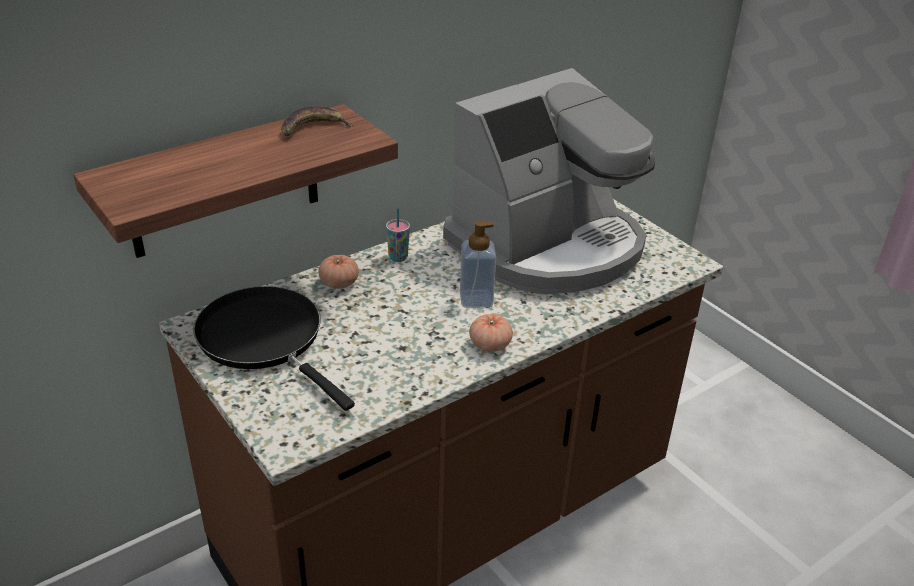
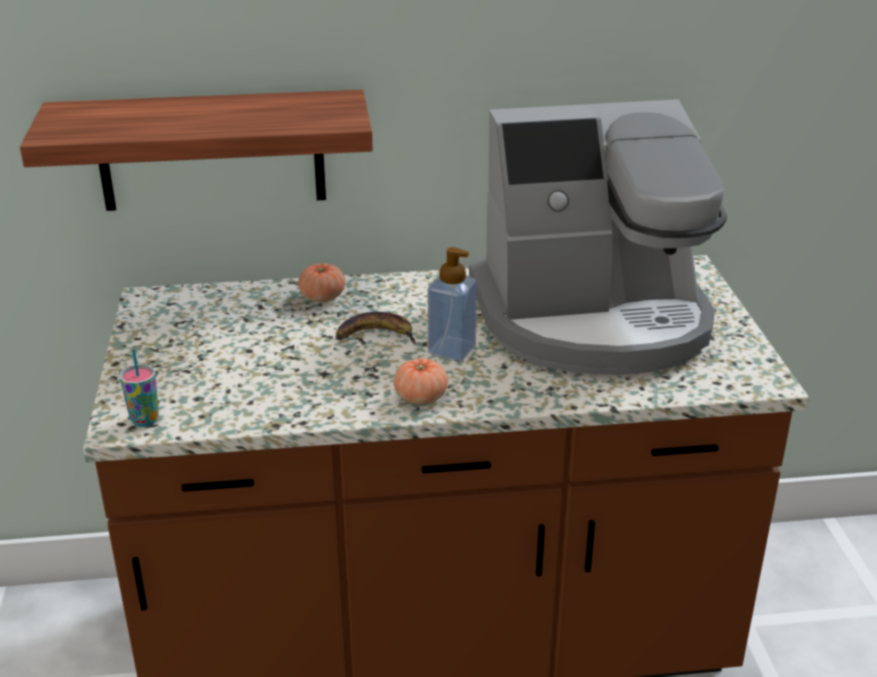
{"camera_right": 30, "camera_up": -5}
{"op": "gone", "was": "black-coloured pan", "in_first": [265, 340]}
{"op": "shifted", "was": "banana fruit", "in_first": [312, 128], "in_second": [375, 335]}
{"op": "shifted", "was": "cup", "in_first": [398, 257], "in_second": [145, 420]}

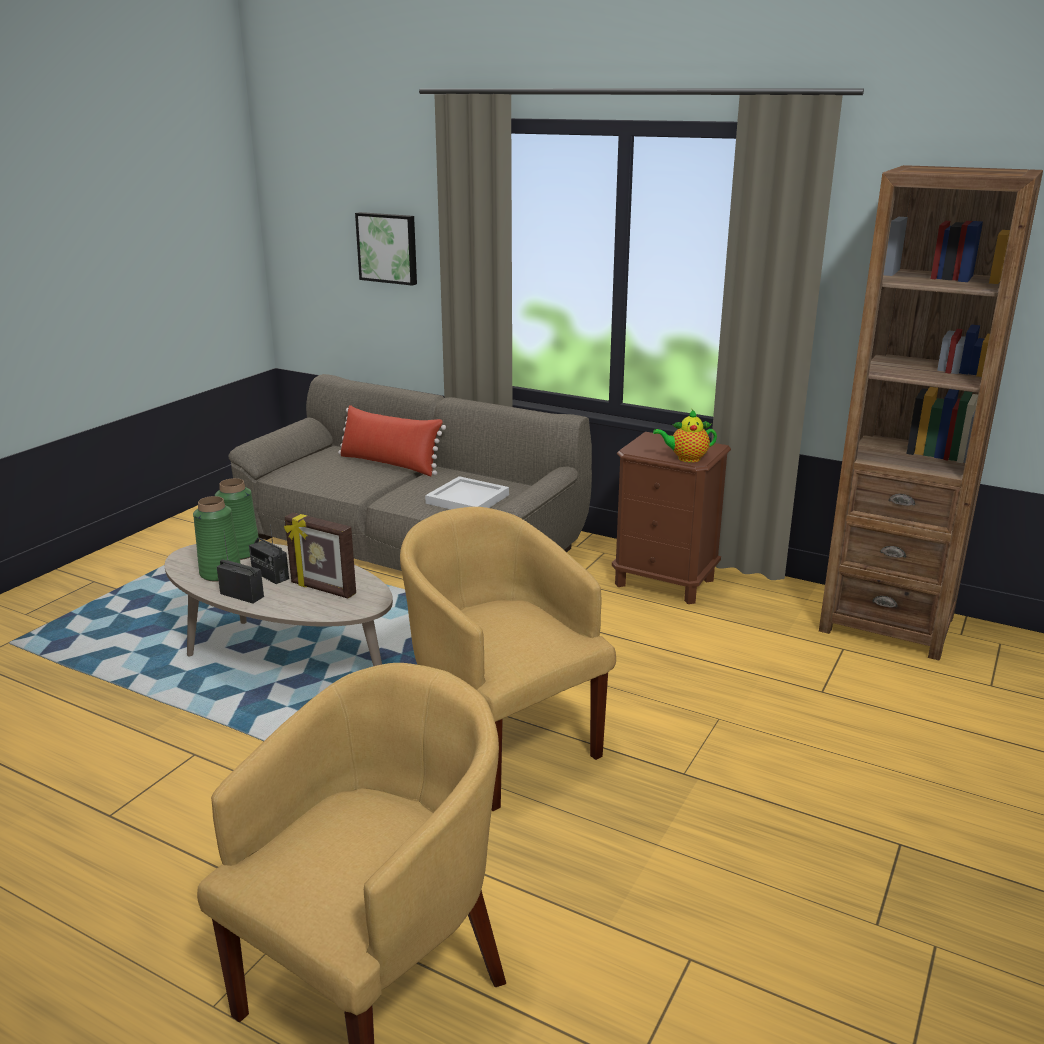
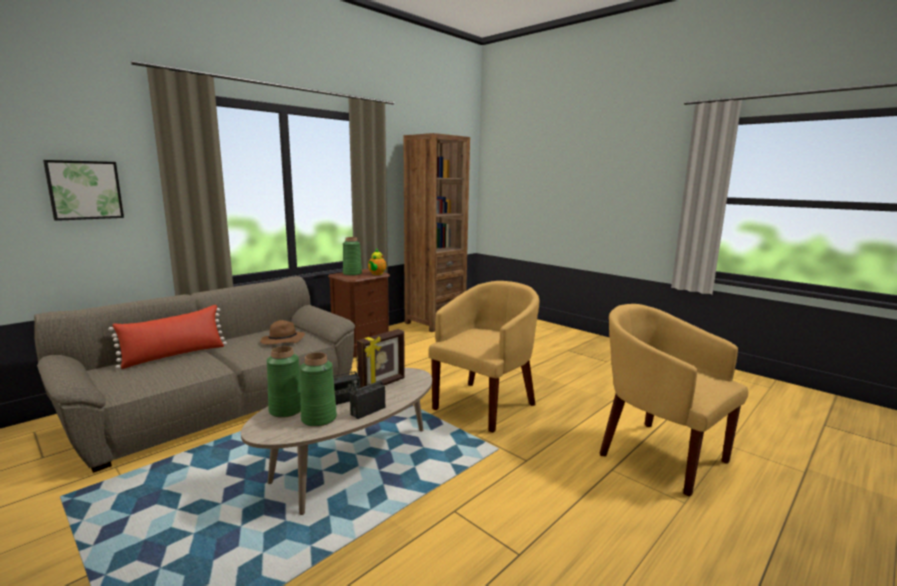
{"camera_right": -75, "camera_up": -10}
{"op": "rotated", "was": "yellow-coloured easy chair", "in_first": [501, 743], "in_second": [485, 404], "clockwise": 150}
{"op": "swapped", "was": "white tray", "now": "brown hat", "in_first": [466, 499], "in_second": [282, 341]}
{"op": "new", "now": "greenish vase", "in_second": [352, 274]}

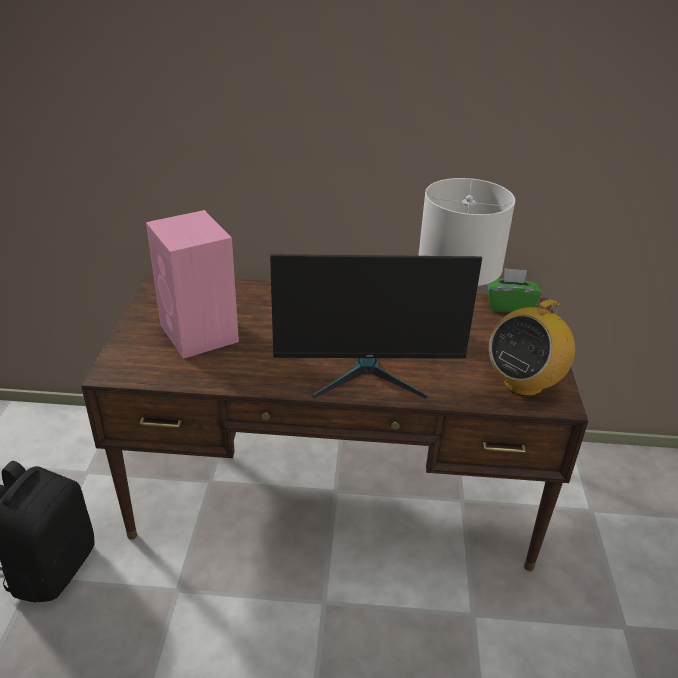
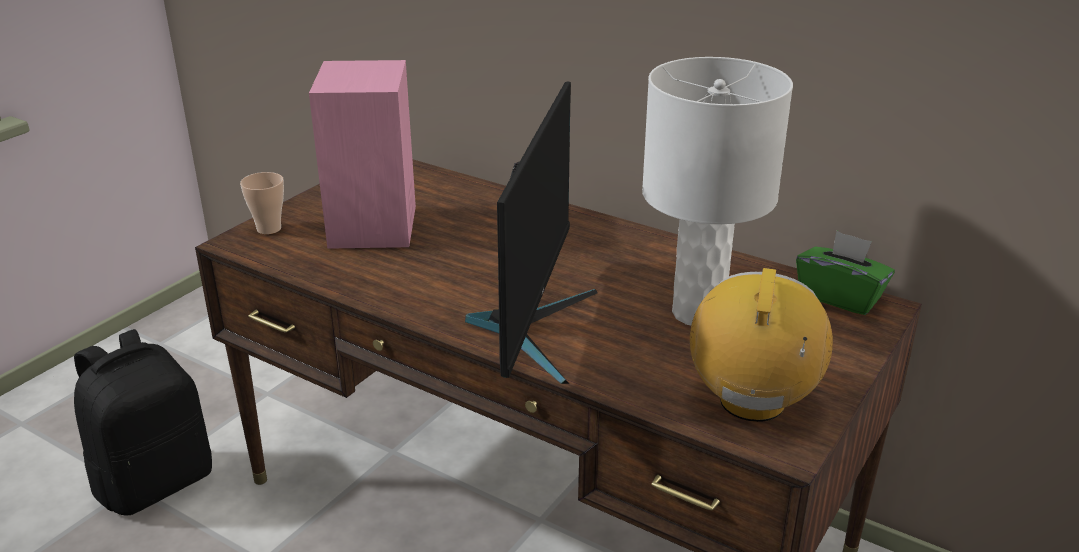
{"camera_right": 30, "camera_up": -5}
{"op": "rotated", "was": "computer display", "in_first": [368, 375], "in_second": [531, 328], "clockwise": -105}
{"op": "rotated", "was": "radio set", "in_first": [523, 383], "in_second": [752, 402], "clockwise": 120}
{"op": "new", "now": "cup", "in_second": [269, 229]}

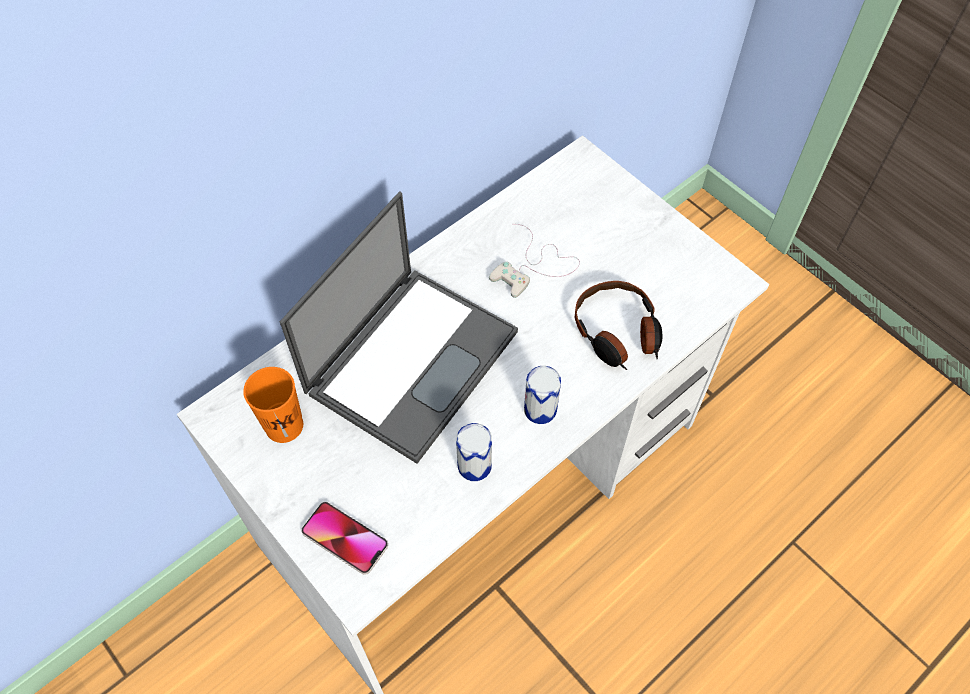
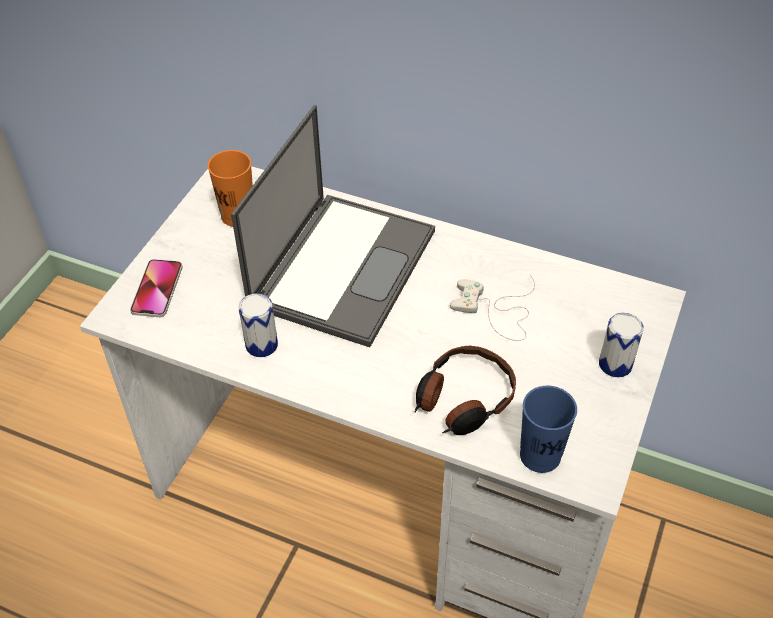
{"camera_right": 65, "camera_up": -10}
{"op": "rotated", "was": "portable computer", "in_first": [413, 359], "in_second": [343, 266], "clockwise": -75}
{"op": "shifted", "was": "metal can", "in_first": [540, 409], "in_second": [615, 364]}
{"op": "new", "now": "blue cup", "in_second": [540, 455]}

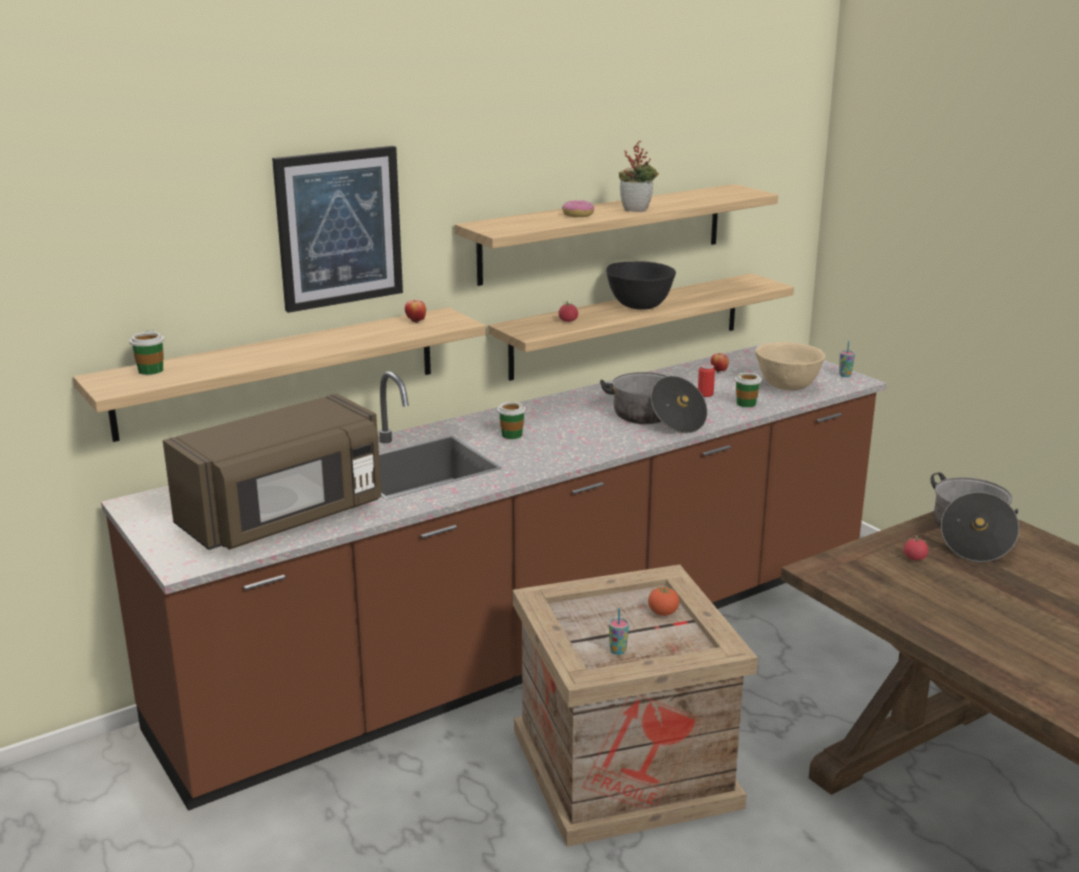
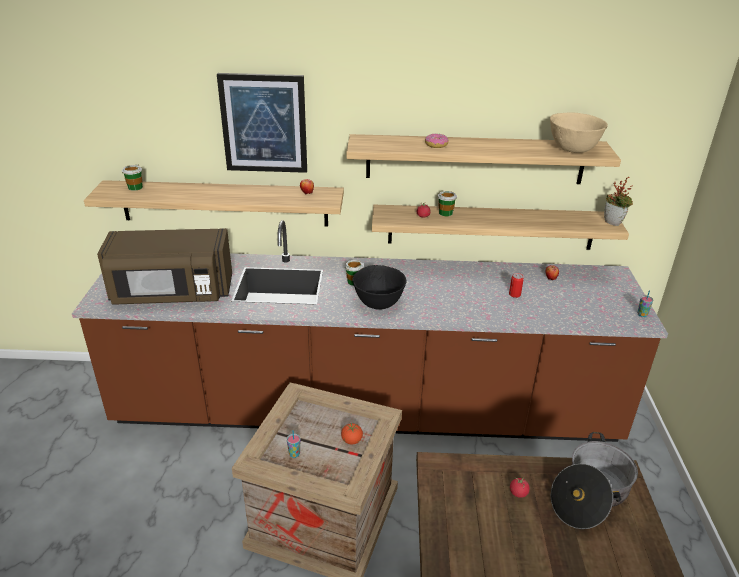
{"camera_right": 35, "camera_up": 10}
{"op": "gone", "was": "stockpot", "in_first": [655, 419]}
{"op": "shifted", "was": "black-coloured deep dish", "in_first": [639, 306], "in_second": [378, 302]}
{"op": "shifted", "was": "houseplant", "in_first": [637, 210], "in_second": [614, 223]}
{"op": "shifted", "was": "cup", "in_first": [746, 403], "in_second": [445, 213]}
{"op": "shifted", "was": "beige-coloured deep dish", "in_first": [786, 386], "in_second": [572, 149]}

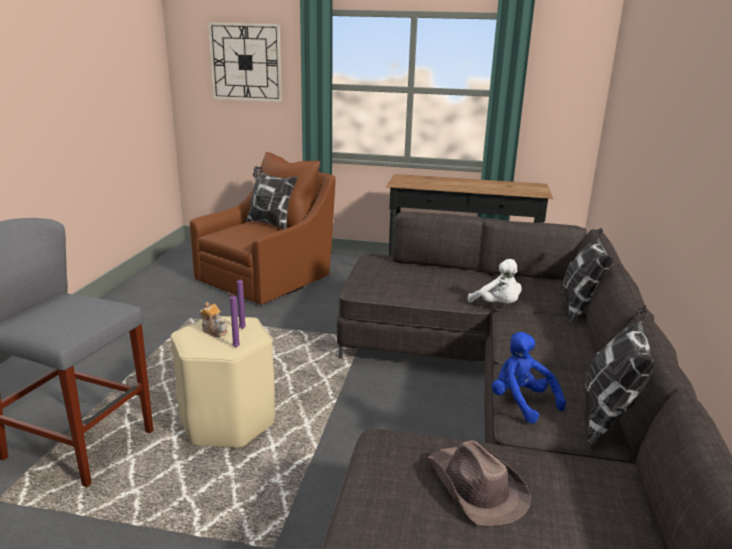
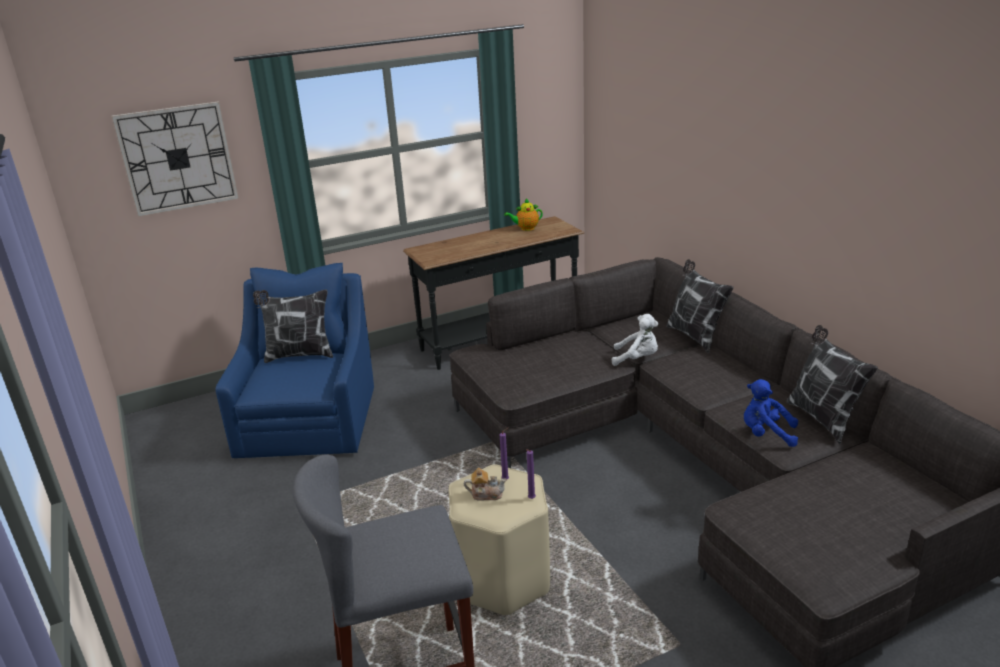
{"camera_right": -35, "camera_up": 5}
{"op": "repainted", "was": "brown easy chair", "now": "blue easy chair", "in_first": [268, 278], "in_second": [310, 419]}
{"op": "gone", "was": "brown hat", "in_first": [475, 487]}
{"op": "new", "now": "tea pot", "in_second": [525, 228]}

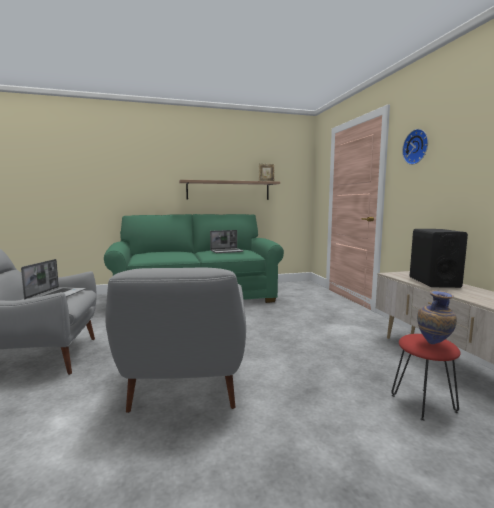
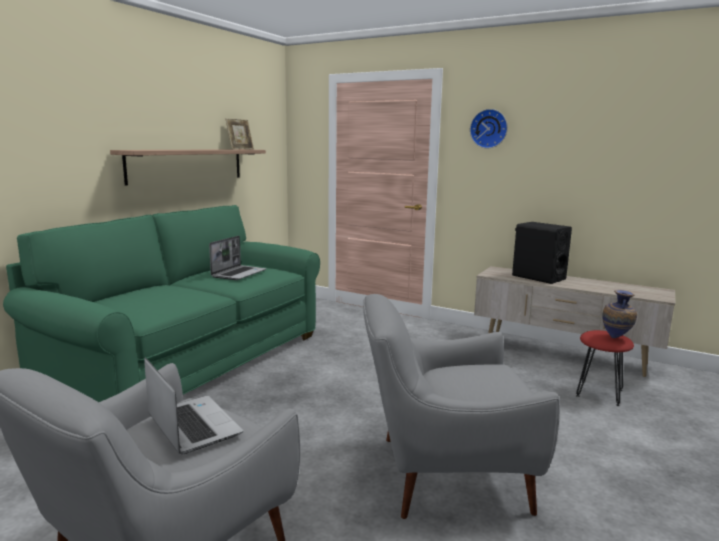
{"camera_right": -45, "camera_up": 5}
{"op": "rotated", "was": "gray easy chair", "in_first": [186, 387], "in_second": [443, 474], "clockwise": 135}

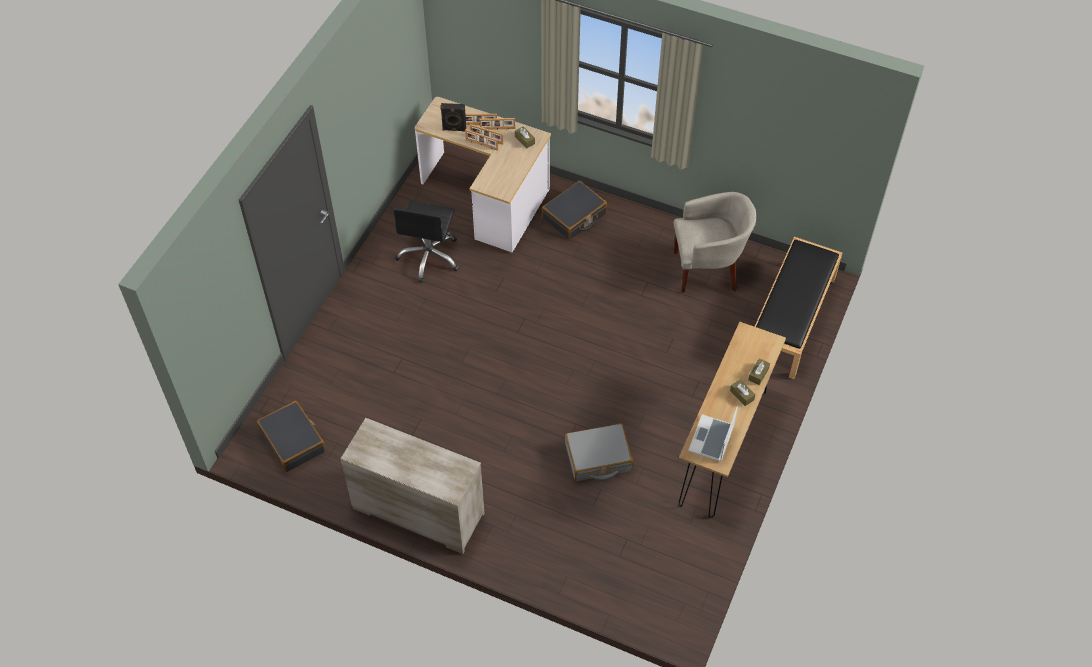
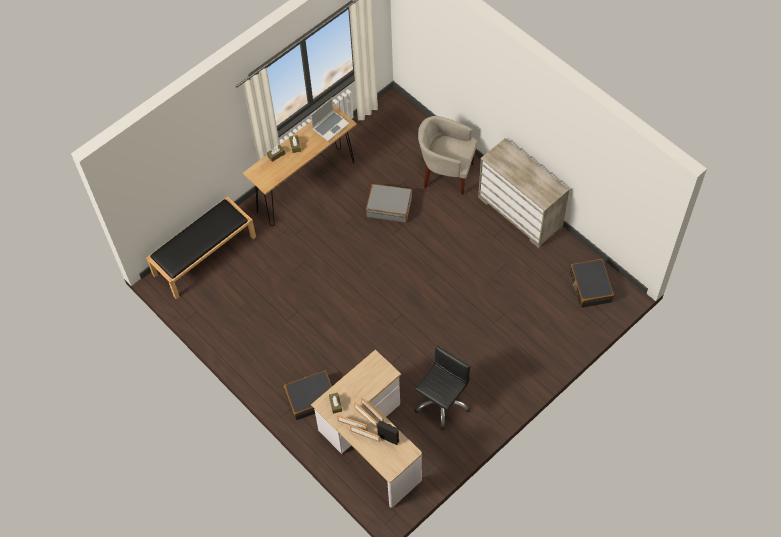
{"camera_right": -155, "camera_up": 5}
{"op": "shifted", "was": "beige-coloured easy chair", "in_first": [708, 269], "in_second": [446, 173]}

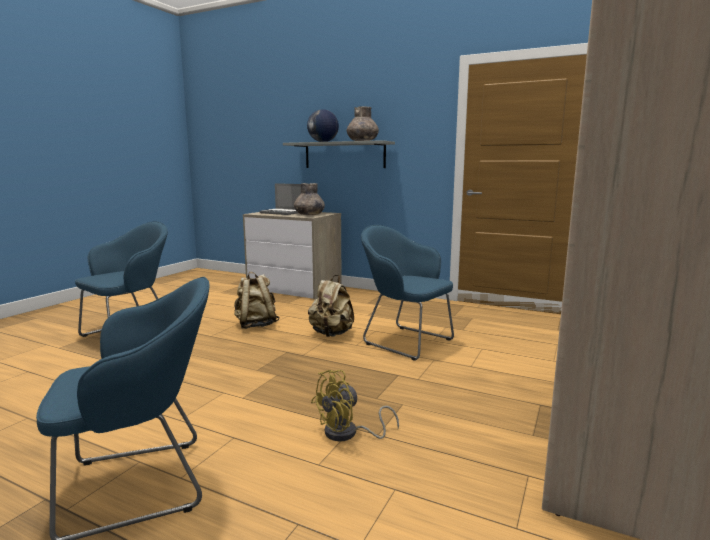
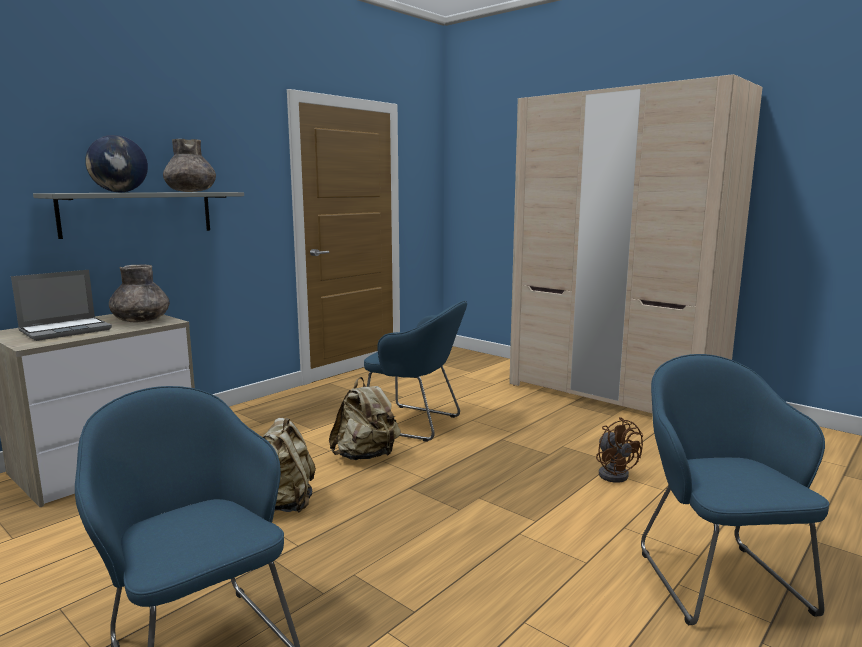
{"camera_right": -75, "camera_up": 0}
{"op": "repainted", "was": "yellow-coloured fan", "now": "brown fan", "in_first": [348, 434], "in_second": [614, 473]}
{"op": "rotated", "was": "blue easy chair", "in_first": [404, 341], "in_second": [416, 424], "clockwise": -120}

